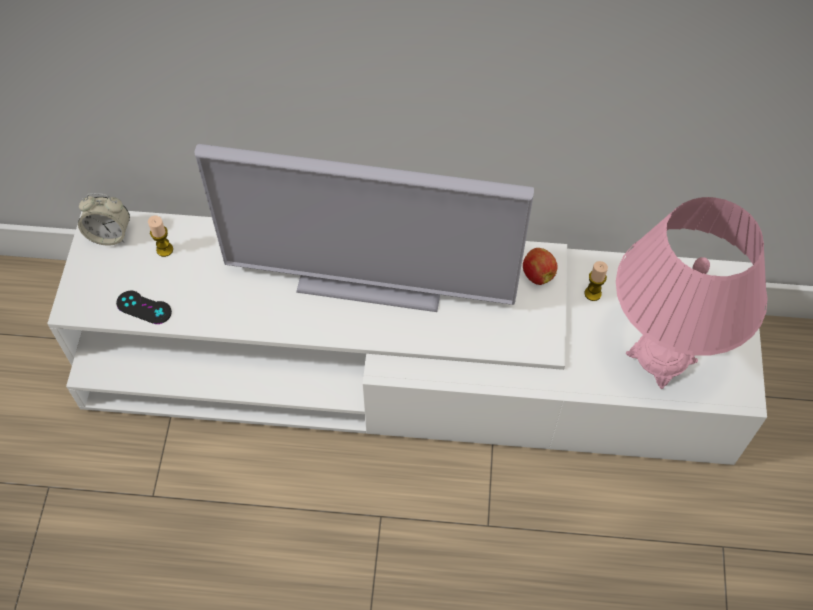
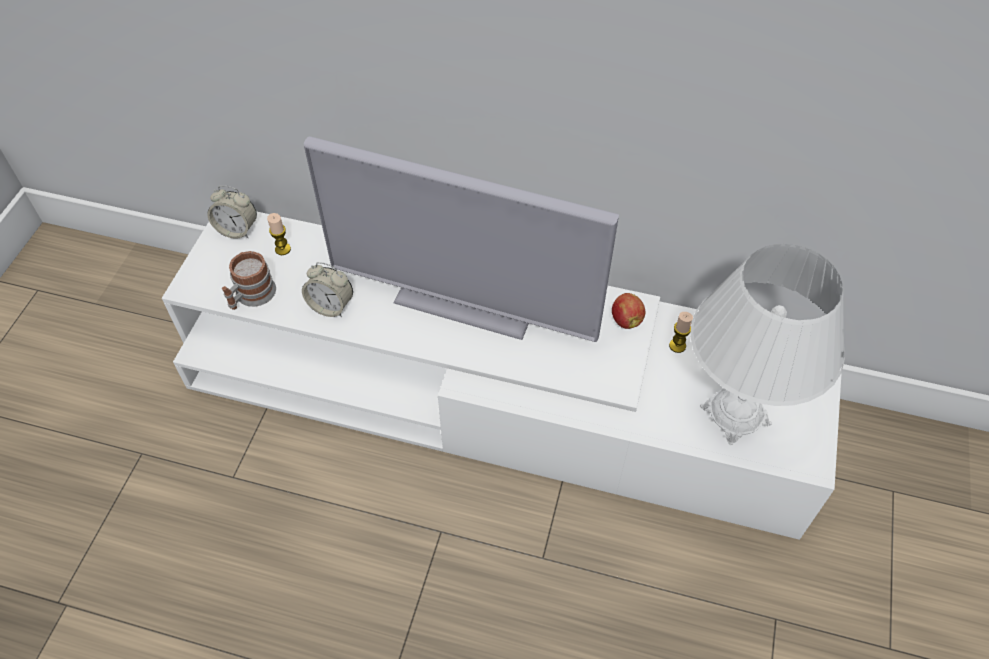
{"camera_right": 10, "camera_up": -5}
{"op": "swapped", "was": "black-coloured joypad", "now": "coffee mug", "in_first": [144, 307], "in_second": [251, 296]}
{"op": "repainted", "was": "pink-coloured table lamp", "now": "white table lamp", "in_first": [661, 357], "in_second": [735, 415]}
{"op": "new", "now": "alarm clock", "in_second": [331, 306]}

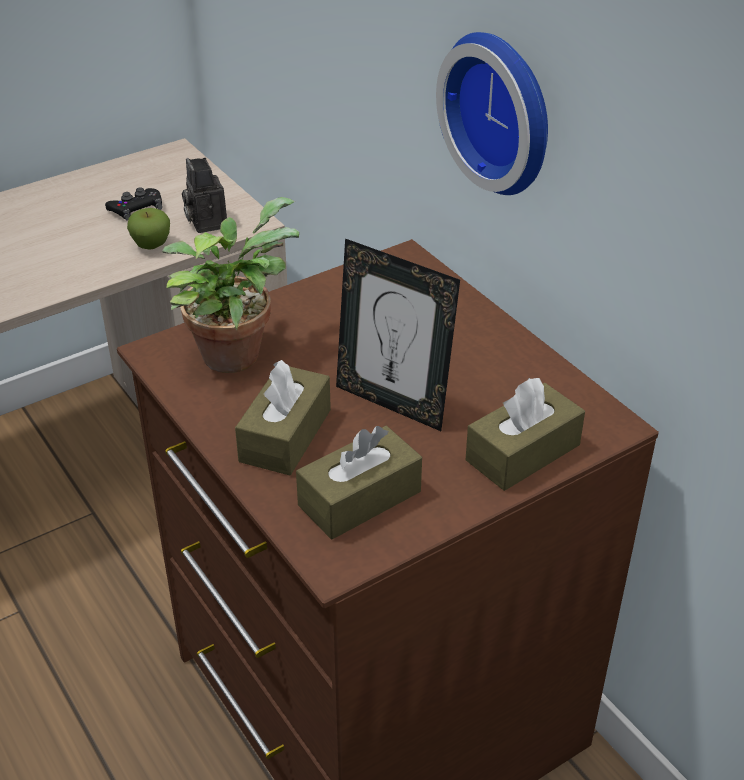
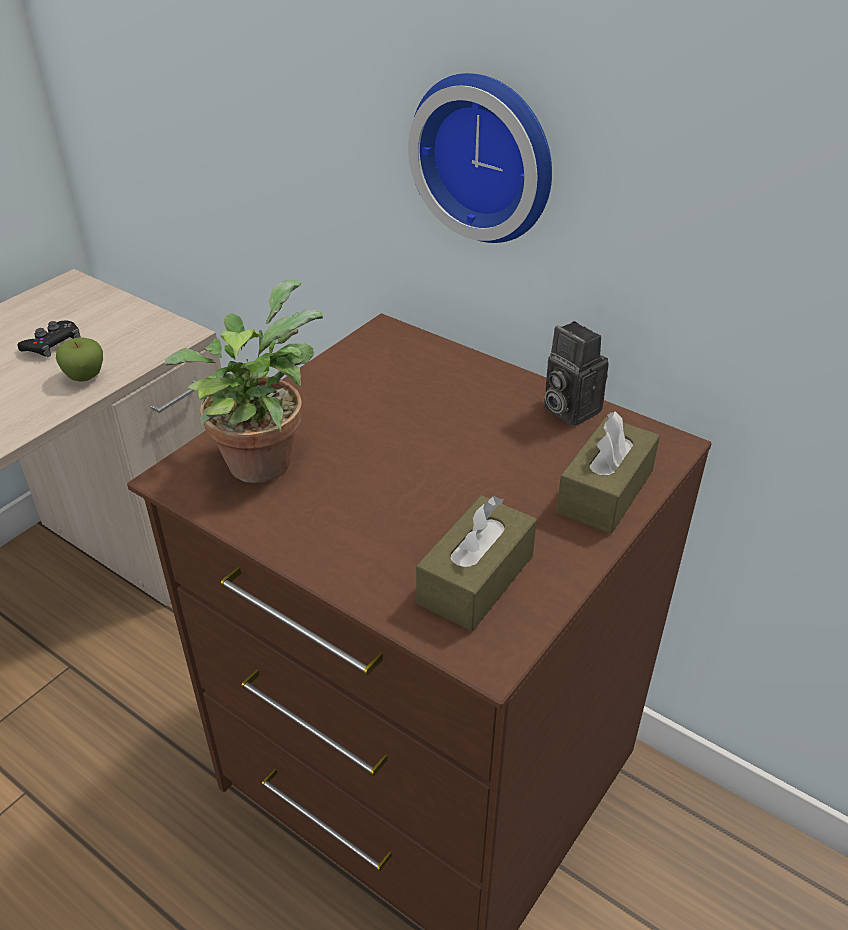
{"camera_right": -20, "camera_up": 0}
{"op": "shifted", "was": "still camera", "in_first": [205, 222], "in_second": [567, 409]}
{"op": "gone", "was": "brown tissue holder", "in_first": [285, 435]}
{"op": "gone", "was": "standing frame", "in_first": [393, 402]}

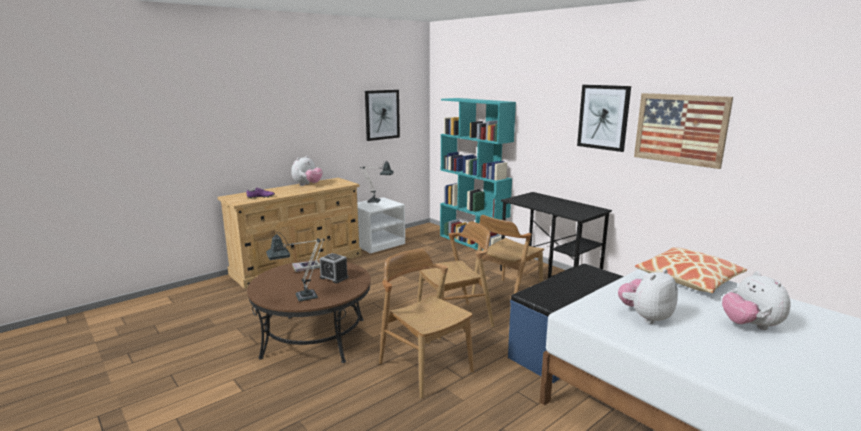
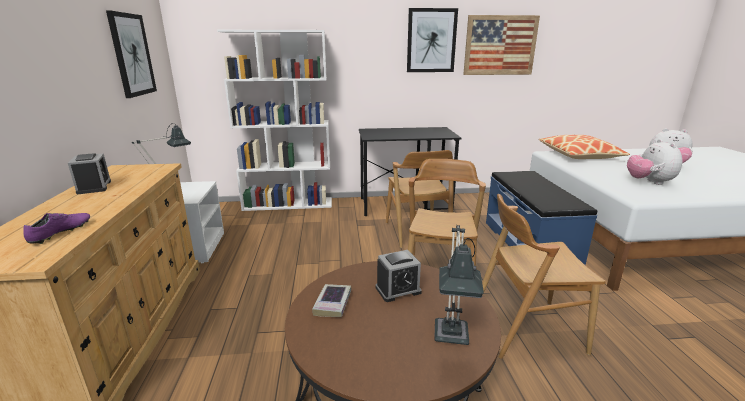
{"camera_right": -55, "camera_up": 5}
{"op": "swapped", "was": "cuddly toy", "now": "alarm clock", "in_first": [307, 185], "in_second": [94, 187]}
{"op": "repainted", "was": "blue-green bookcase", "now": "white bookcase", "in_first": [473, 243], "in_second": [288, 204]}

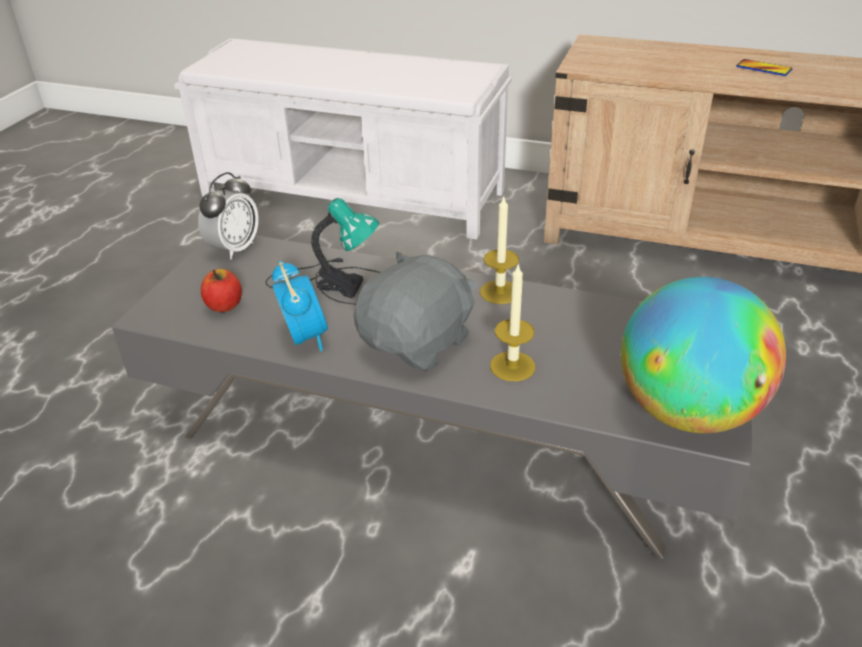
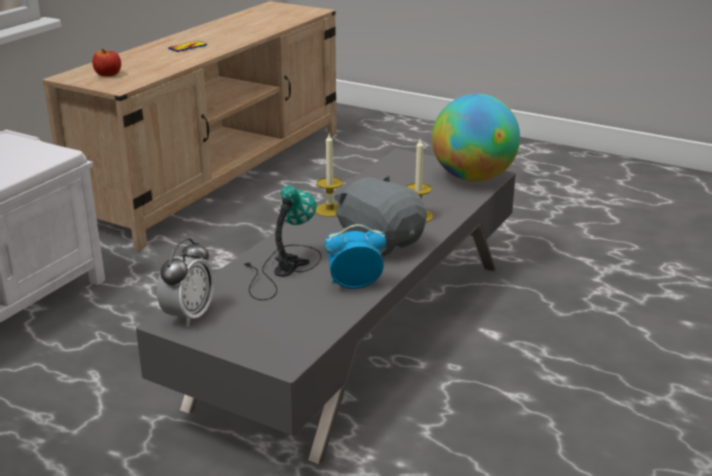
{"camera_right": -80, "camera_up": -10}
{"op": "rotated", "was": "alarm clock", "in_first": [234, 249], "in_second": [188, 316], "clockwise": 75}
{"op": "shifted", "was": "apple fruit", "in_first": [224, 305], "in_second": [108, 74]}

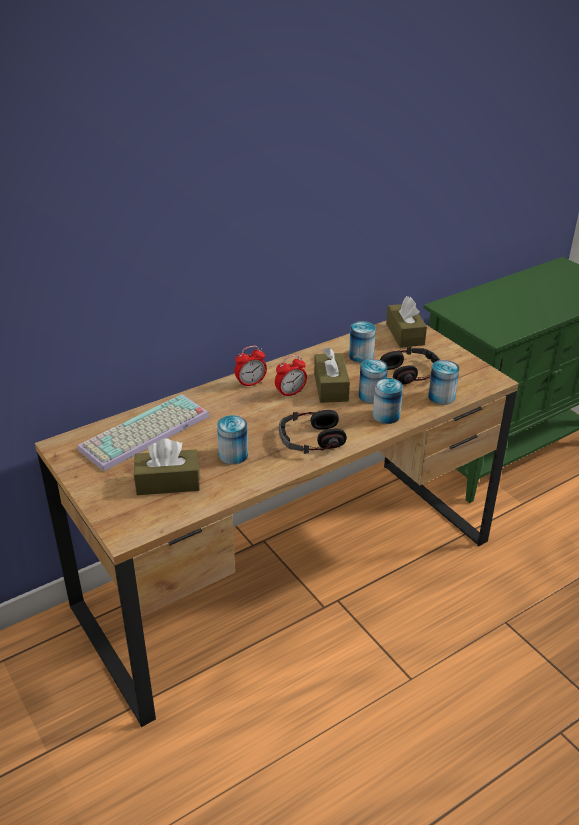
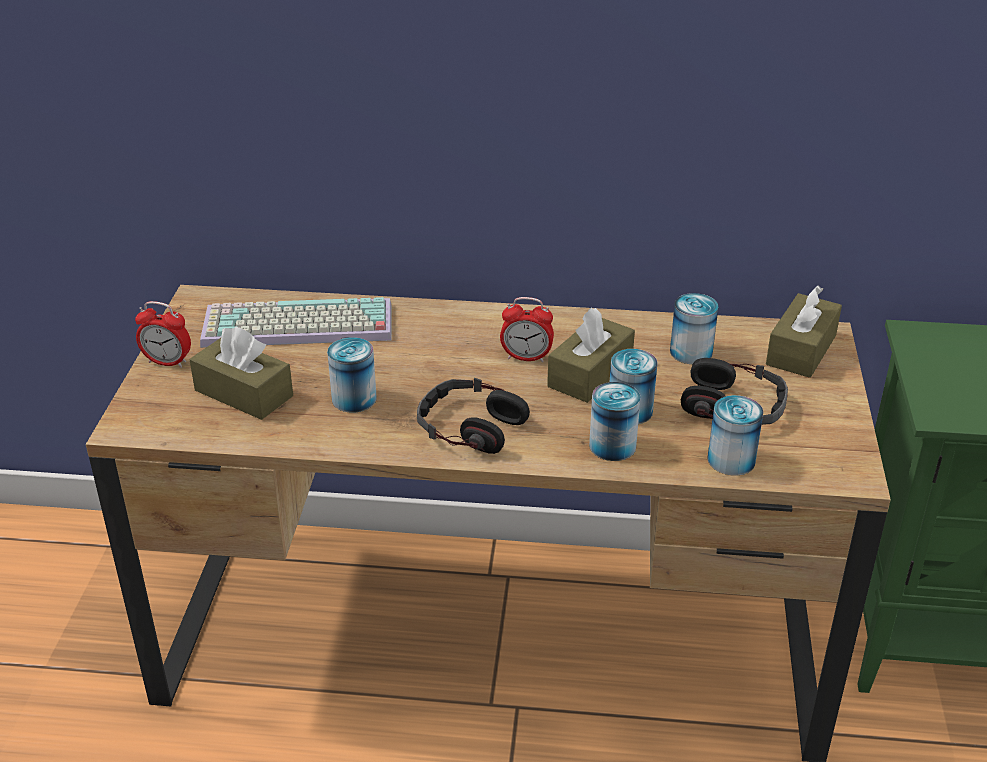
{"camera_right": 40, "camera_up": 0}
{"op": "shifted", "was": "alarm clock", "in_first": [250, 383], "in_second": [167, 362]}

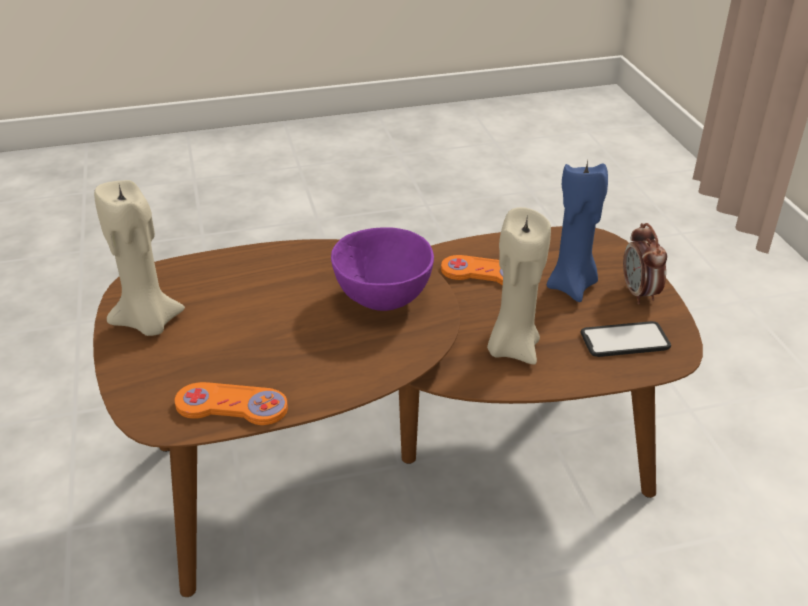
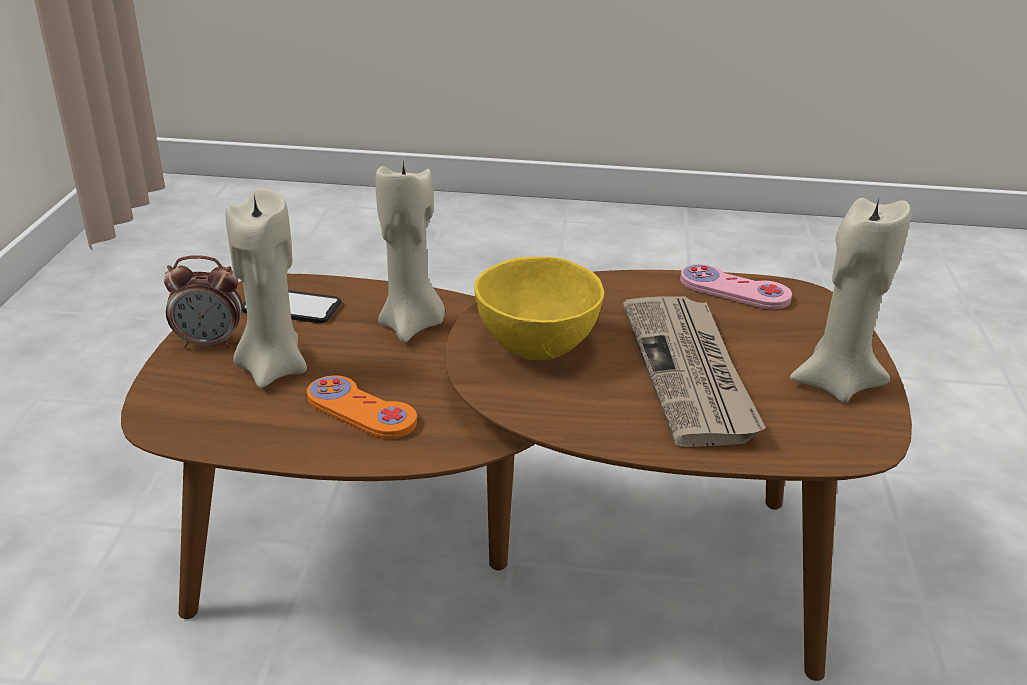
{"camera_right": -160, "camera_up": -5}
{"op": "repainted", "was": "orangey joypad", "now": "pink-coloured joypad", "in_first": [231, 406], "in_second": [734, 290]}
{"op": "repainted", "was": "purple deep dish", "now": "yellow-coloured deep dish", "in_first": [383, 300], "in_second": [537, 345]}
{"op": "repainted", "was": "blue wax candle", "now": "beige-coloured wax candle", "in_first": [572, 286], "in_second": [273, 369]}
{"op": "rotated", "was": "alarm clock", "in_first": [639, 293], "in_second": [210, 343], "clockwise": 75}
{"op": "new", "now": "printed paper", "in_second": [690, 373]}

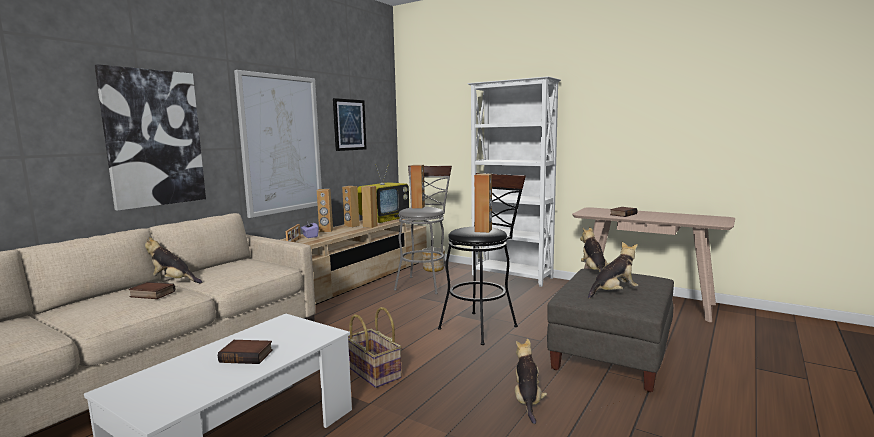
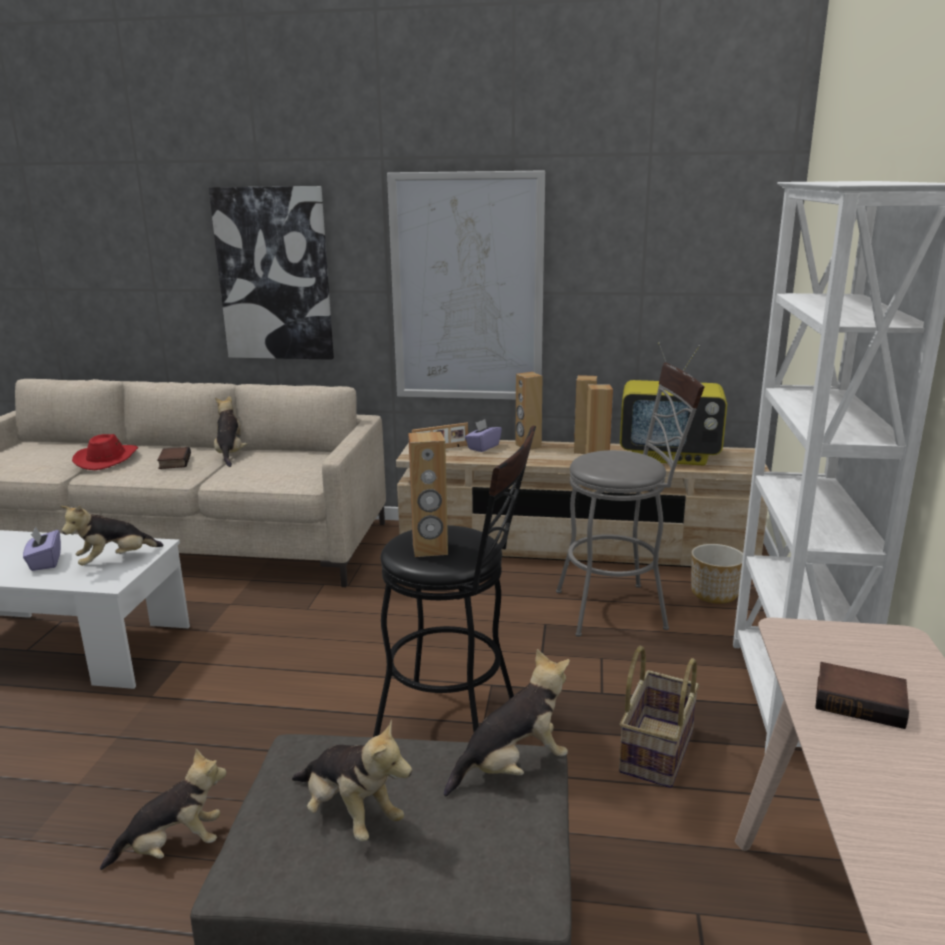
{"camera_right": 65, "camera_up": 10}
{"op": "swapped", "was": "volume", "now": "purple tissue holder", "in_first": [247, 355], "in_second": [45, 562]}
{"op": "gone", "was": "wall picture", "in_first": [349, 125]}
{"op": "shifted", "was": "household basket", "in_first": [372, 372], "in_second": [655, 750]}
{"op": "gone", "was": "brown audio speaker", "in_first": [418, 207]}
{"op": "new", "now": "cuddly toy", "in_second": [115, 560]}
{"op": "new", "now": "reddish hat", "in_second": [107, 459]}

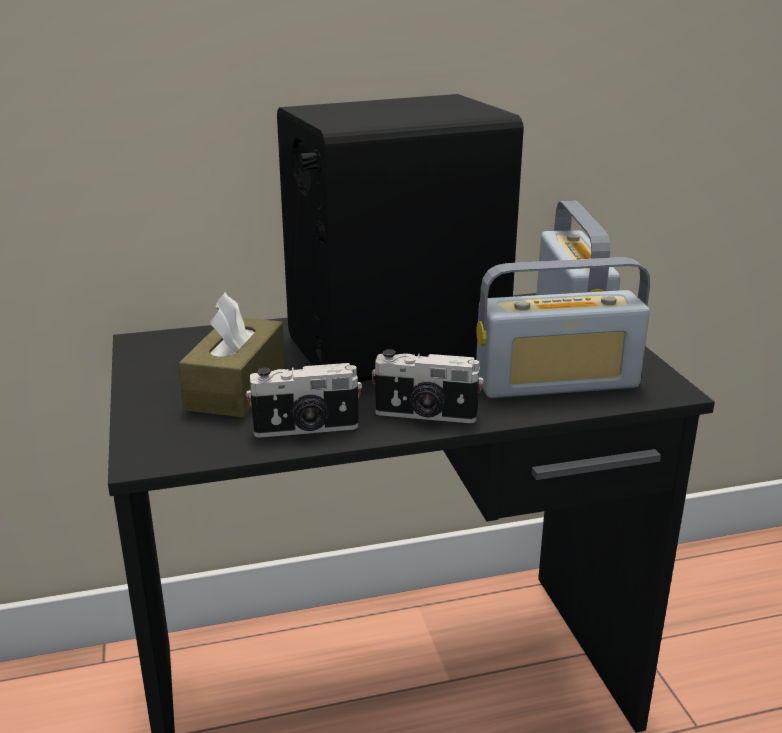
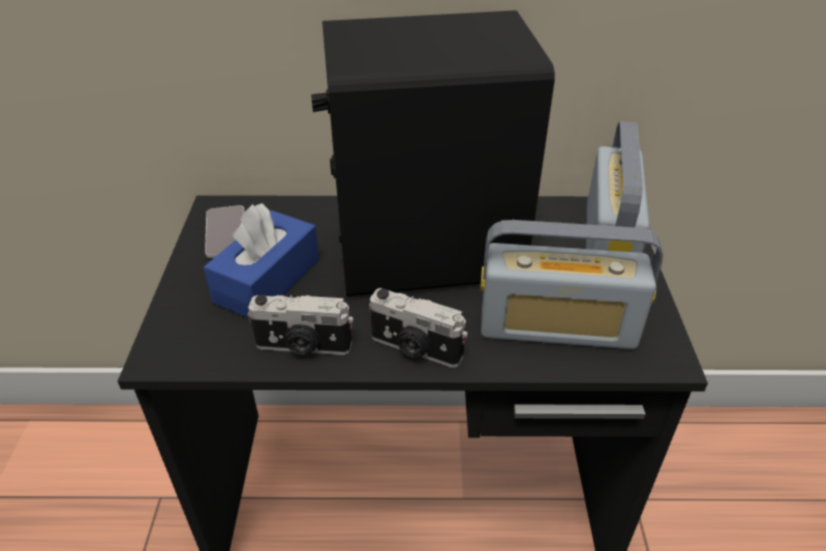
{"camera_right": 15, "camera_up": 15}
{"op": "repainted", "was": "brown tissue holder", "now": "blue tissue holder", "in_first": [236, 387], "in_second": [267, 280]}
{"op": "new", "now": "phone", "in_second": [226, 232]}

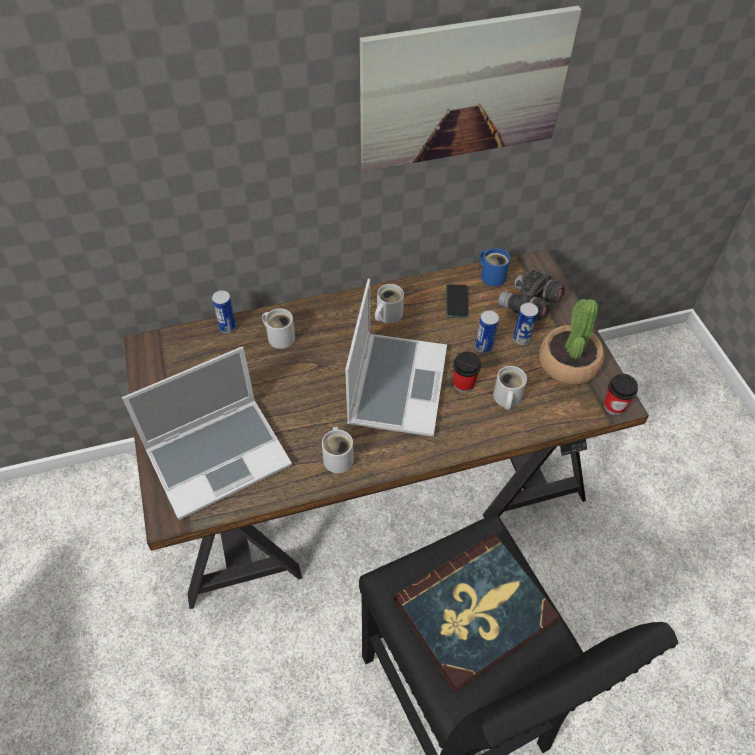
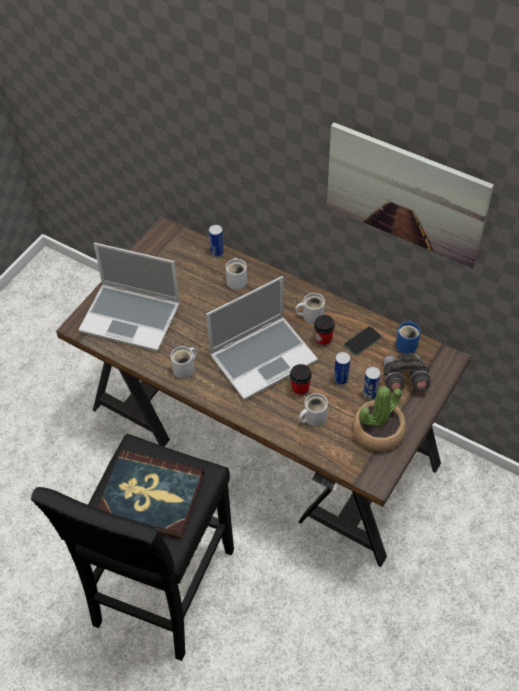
{"camera_right": 50, "camera_up": 0}
{"op": "shifted", "was": "cup", "in_first": [614, 406], "in_second": [323, 340]}

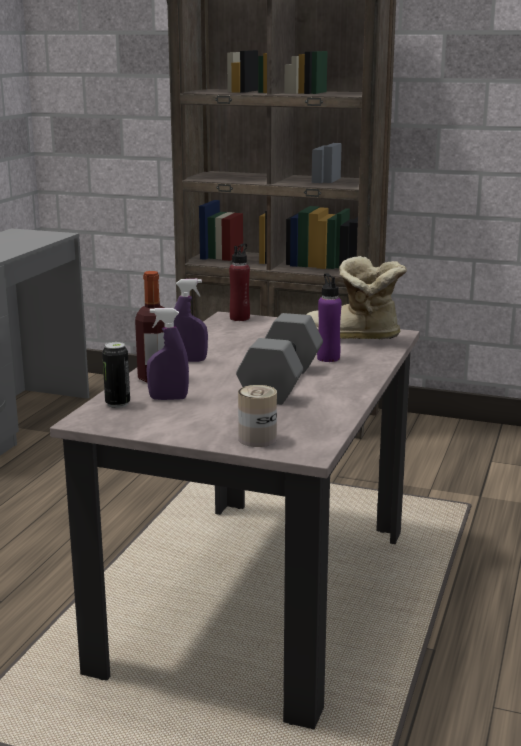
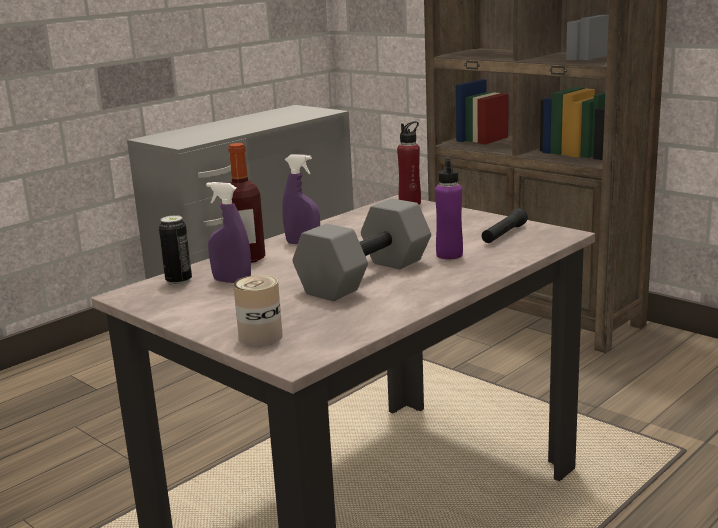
{"camera_right": 25, "camera_up": 0}
{"op": "swapped", "was": "boot", "now": "black-coloured hand torch", "in_first": [352, 338], "in_second": [504, 235]}

